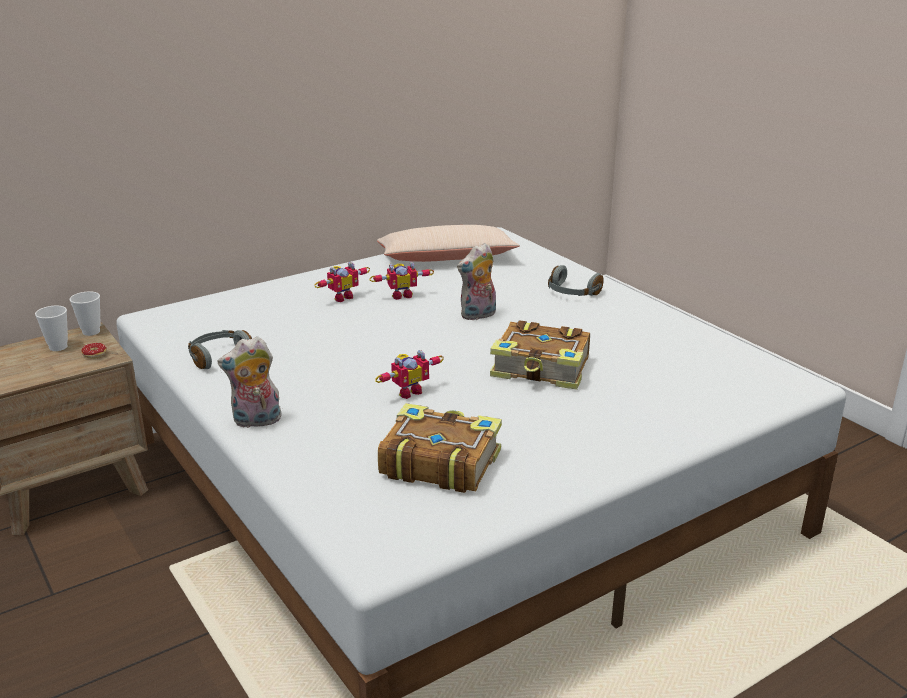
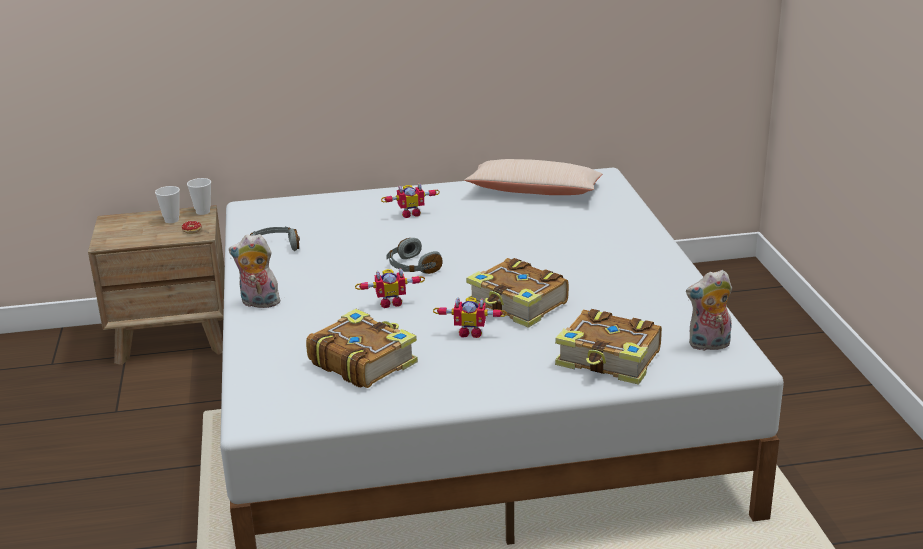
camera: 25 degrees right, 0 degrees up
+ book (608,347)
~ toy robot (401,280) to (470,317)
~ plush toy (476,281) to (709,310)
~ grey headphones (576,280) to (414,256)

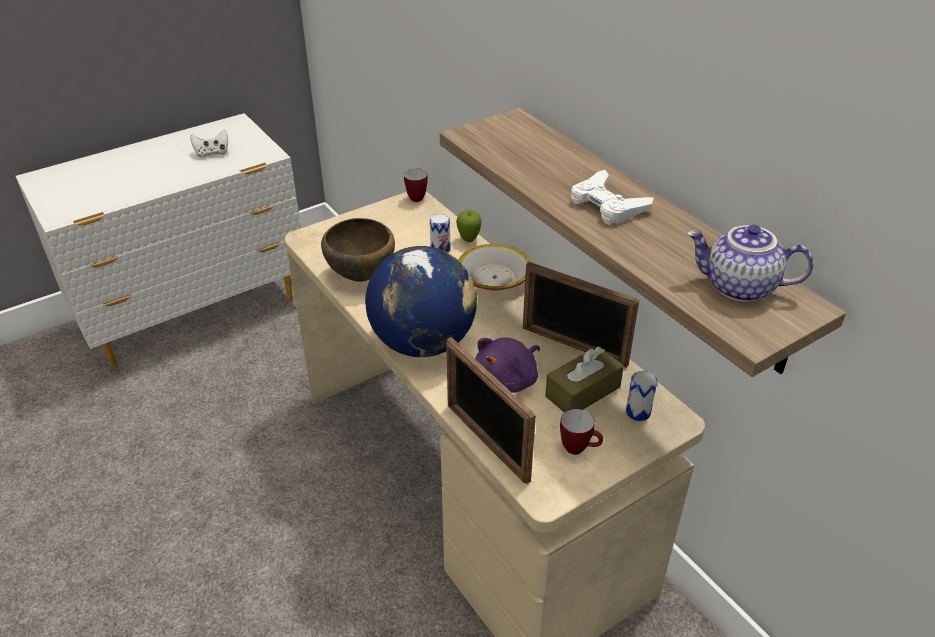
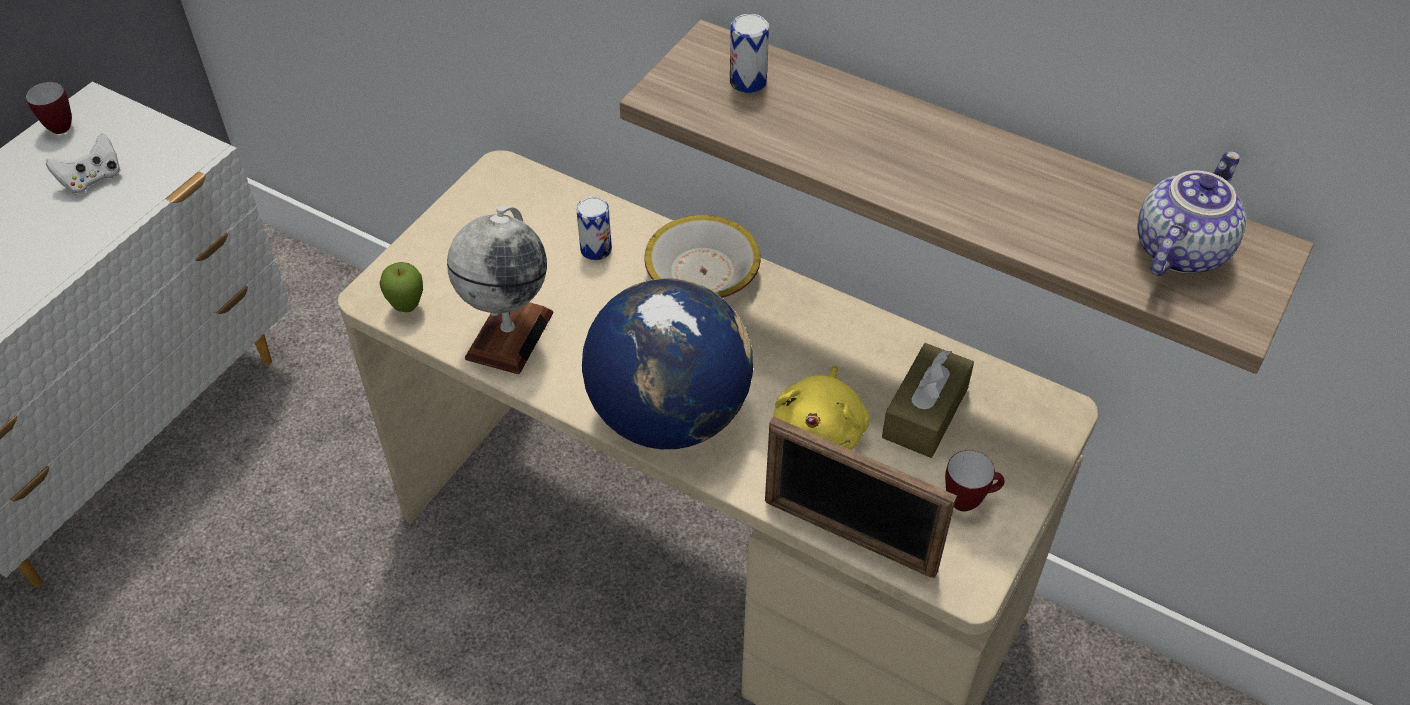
camera: 25 degrees left, 10 degrees up
- picture frame (581,315)
- white game controller (612,197)
~ mug (416,185) to (49,108)
~ apple (469,226) to (401,287)
~ can (641,396) to (749,53)
~ brown bowl (358,250) to globe (500,289)
~ purple plush toy (507,365) to yellow plush toy (821,408)
~ teapot (750,263) = (1191,213) 135 degrees clockwise

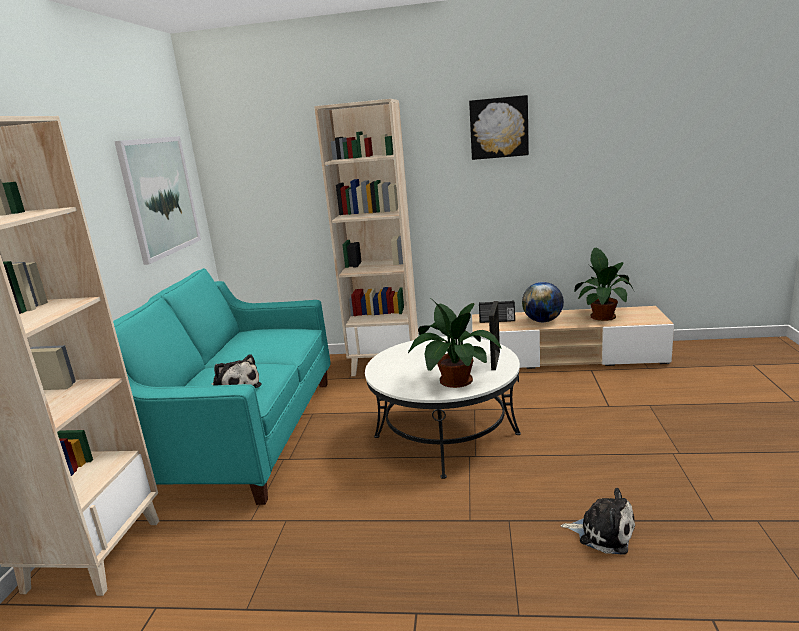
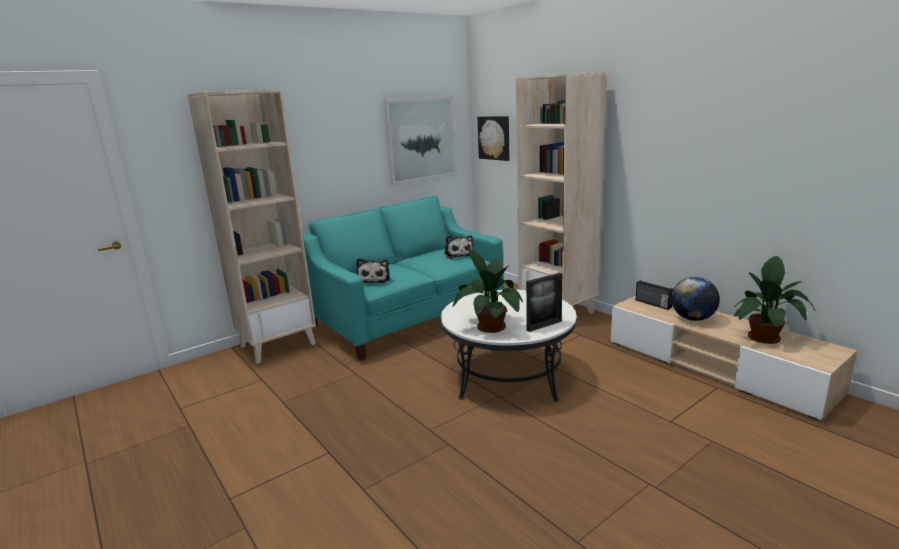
camera: 45 degrees right, 0 degrees up
~ picture (499,127) to (493,138)
~ plush toy (598,521) to (459,247)

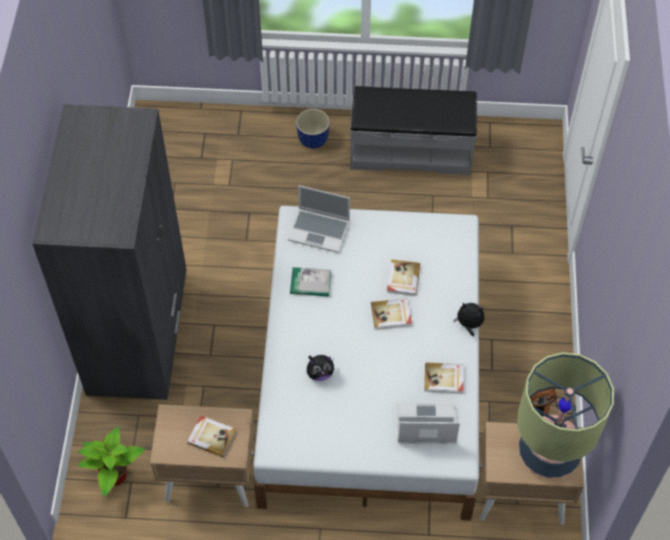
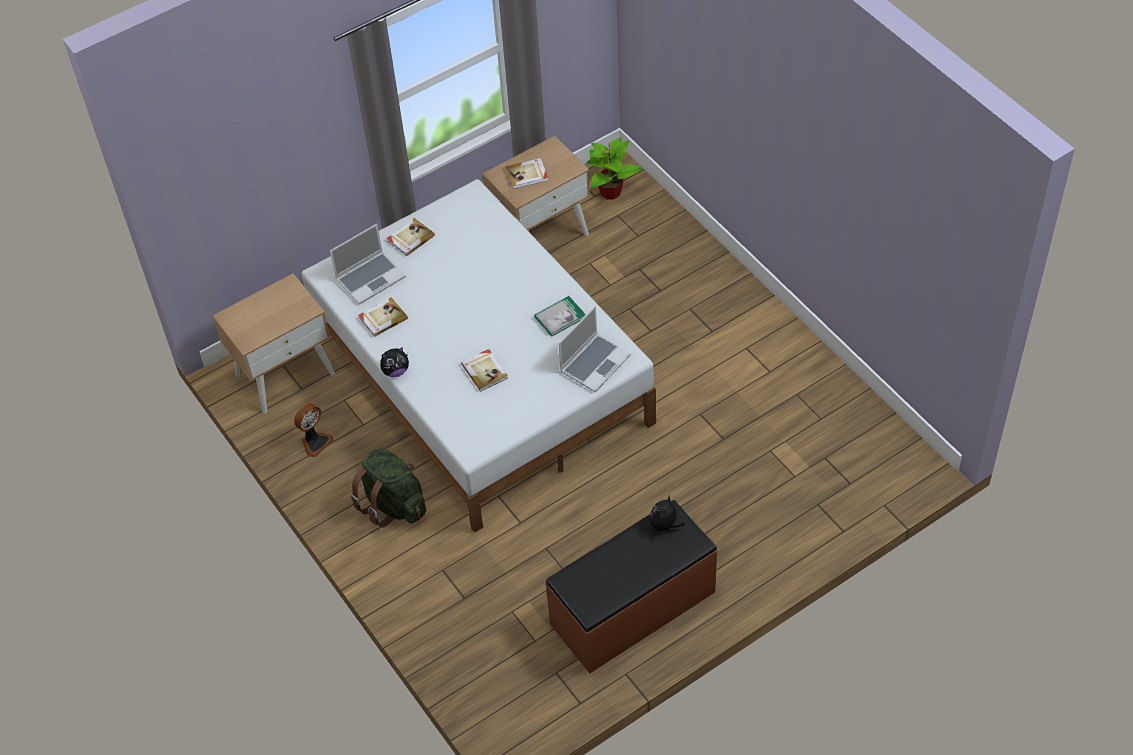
camera: 145 degrees right, 5 degrees down
- grey wardrobe (109,252)
- planter (313,128)
- table lamp (565,415)
+ green backpack (388,488)
~ plush toy (320,368) to (667,515)
~ book (391,313) to (411,237)
~ grey bench (413,130) to brown bench (631,586)
~ laptop (319,219) = (595,349) 150 degrees clockwise

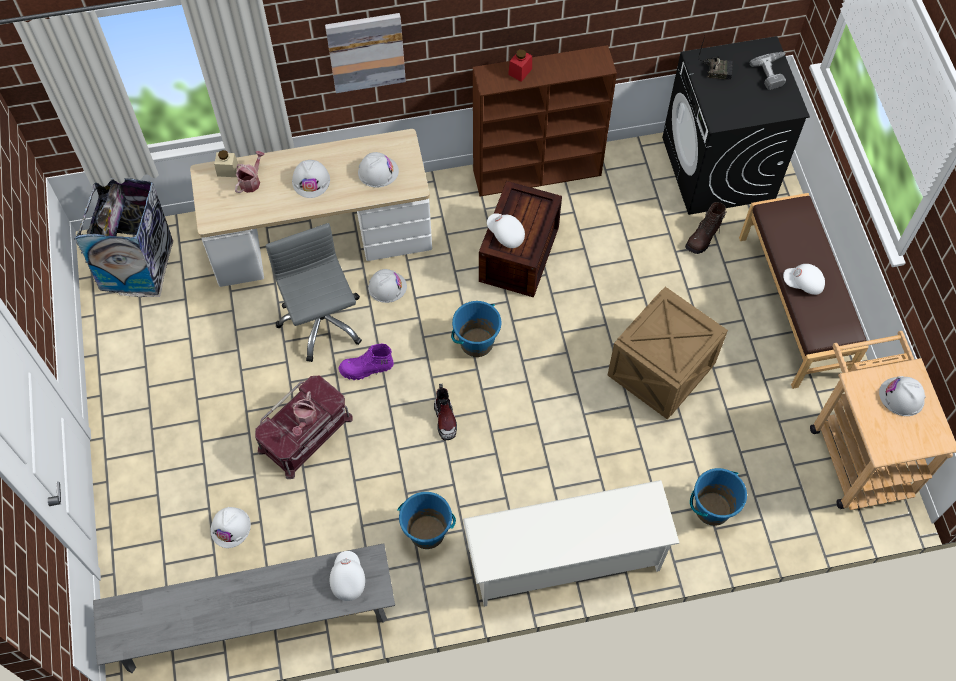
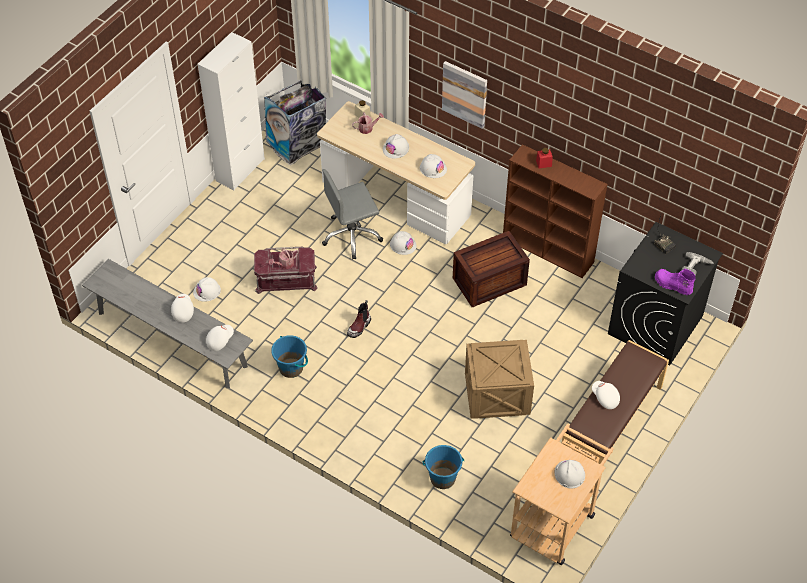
camera: 45 degrees right, 10 degrees down
- blue bucket (476,329)
- white shoe rack (571,543)
- brown boot (705,228)
+ white cabinet (231,111)
~ purple boot (366,361) to (675,282)
~ white cap (506,230) to (182,308)
~ grey office chair (313,292) = (352,214) 135 degrees counterclockwise

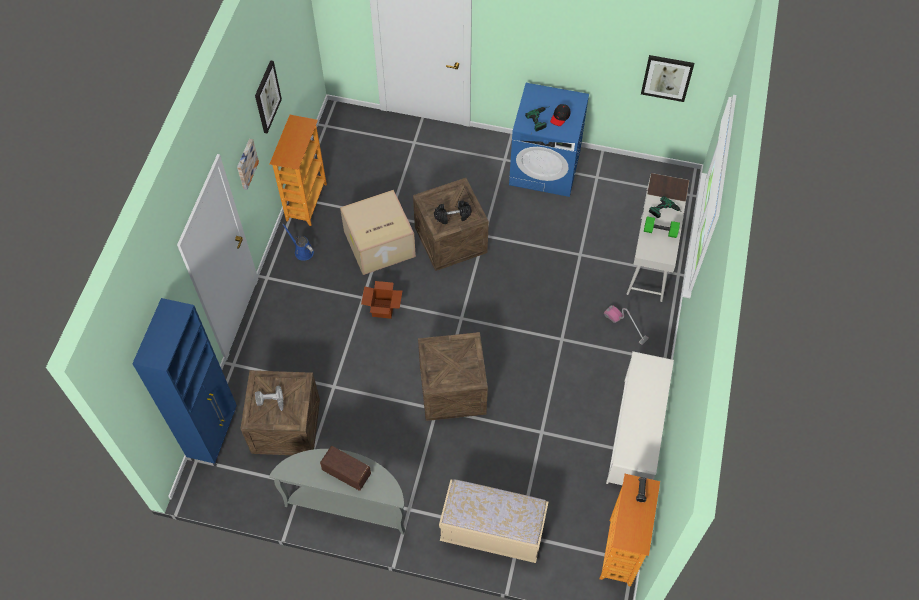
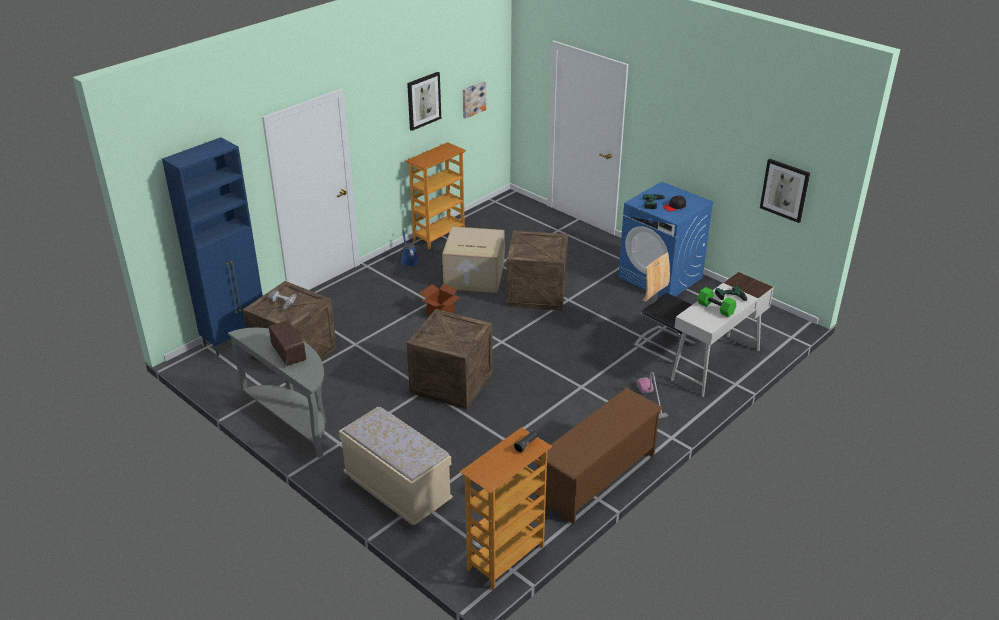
camera: 30 degrees right, 25 degrees down
- black dumbbell (453,212)
+ chair (667,307)
~ picture (248,164) to (474,100)
~ white shoe rack (640,418) to brown shoe rack (600,456)

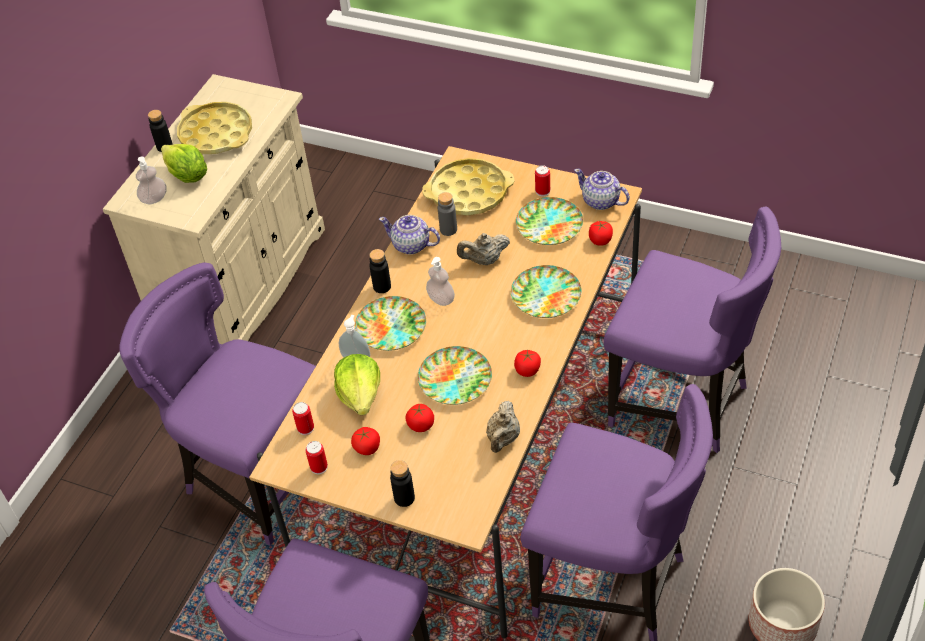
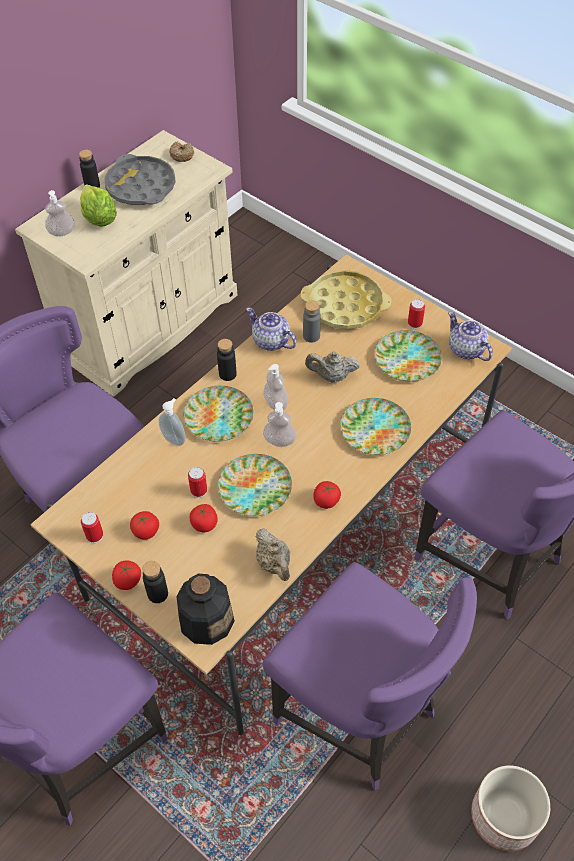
camera: 15 degrees right, 5 degrees up
- lettuce (357,384)
+ donut (181,151)
+ bottle (206,609)
+ soap dispenser (279,424)
~ can (303,418) to (197,482)
~ tomato (601,233) to (126,575)
~ yellow tray (214,128) to grey tray (140,179)
~ beige teapot (503,427) = (272,554) 60 degrees counterclockwise

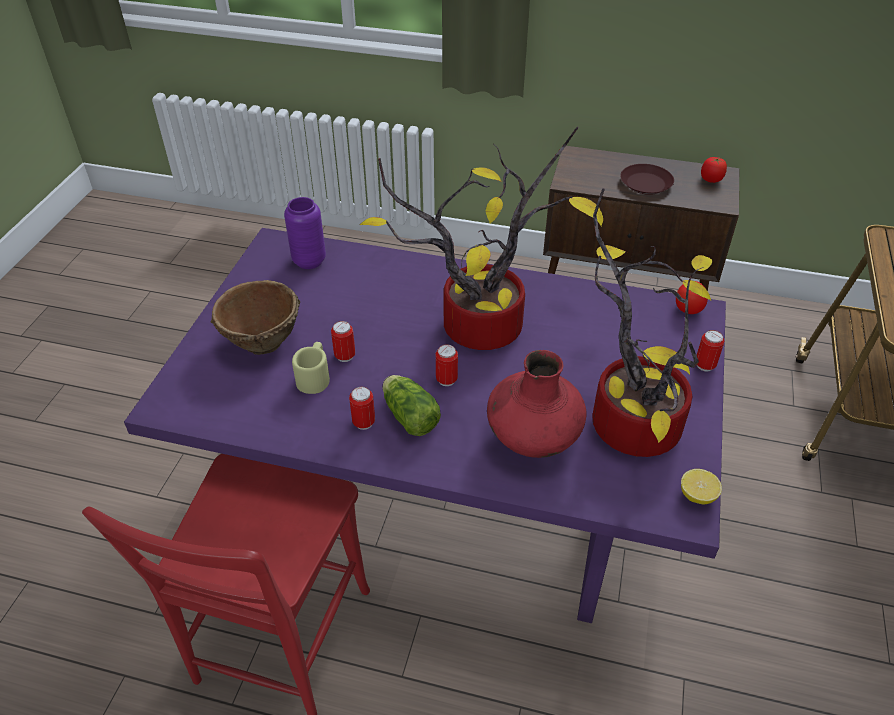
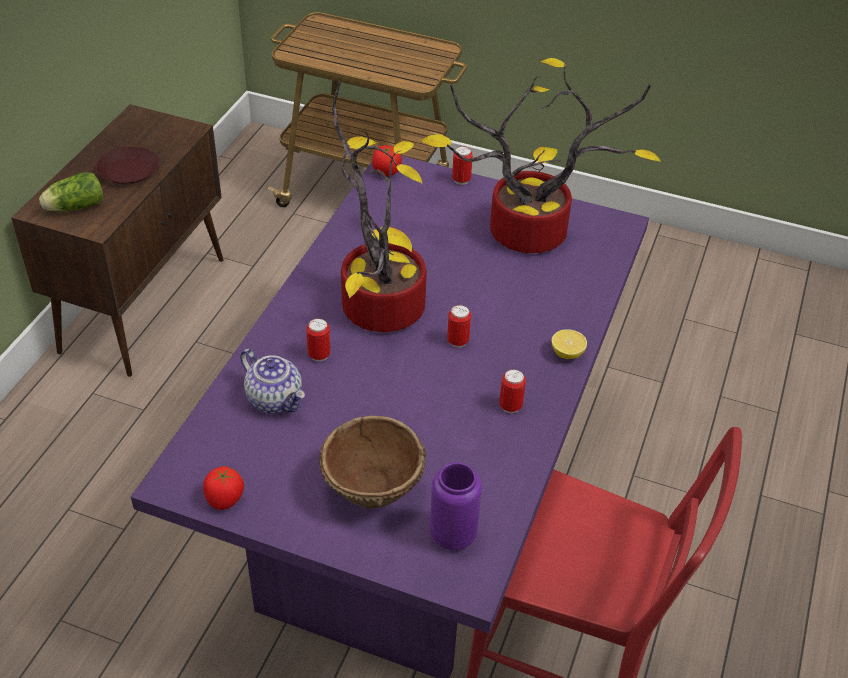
camera: 85 degrees left, 0 degrees up
- beige mug (311,368)
- red vase (537,404)
+ teapot (272,381)
~ purple vase (305,233) to (456,506)
~ can (343,341) to (318,340)
~ lettuce (412,405) to (71,192)
~ lemon (701,486) to (569,344)
~ tomato (714,170) to (223,488)

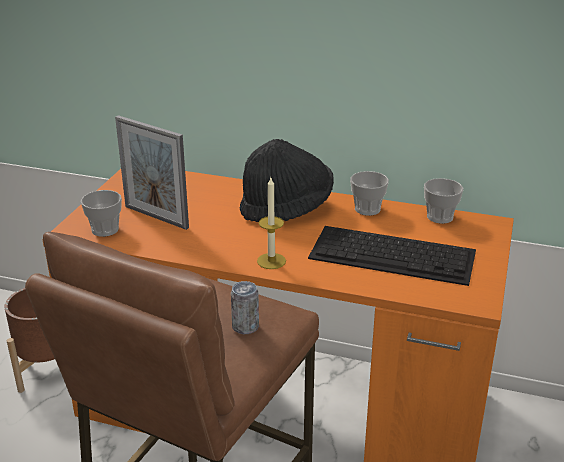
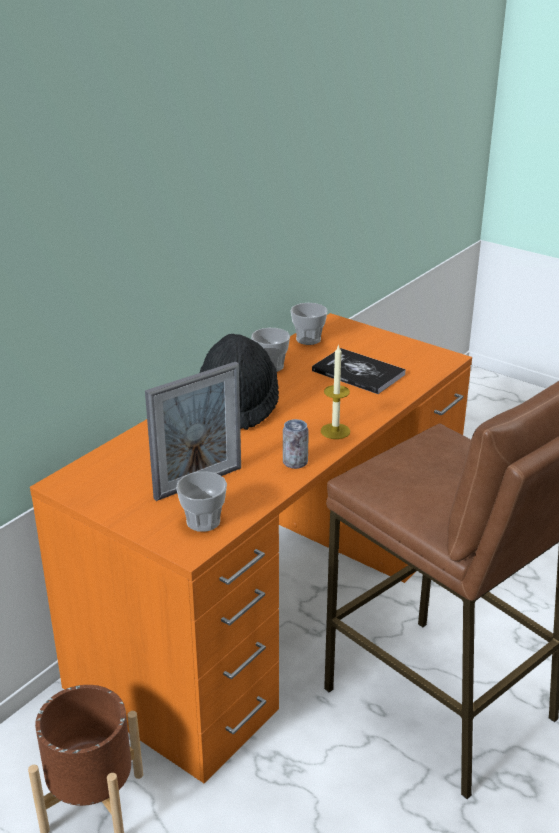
camera: 70 degrees left, 0 degrees up
~ can (245,307) to (296,444)
~ keyboard (392,256) to book (359,371)

